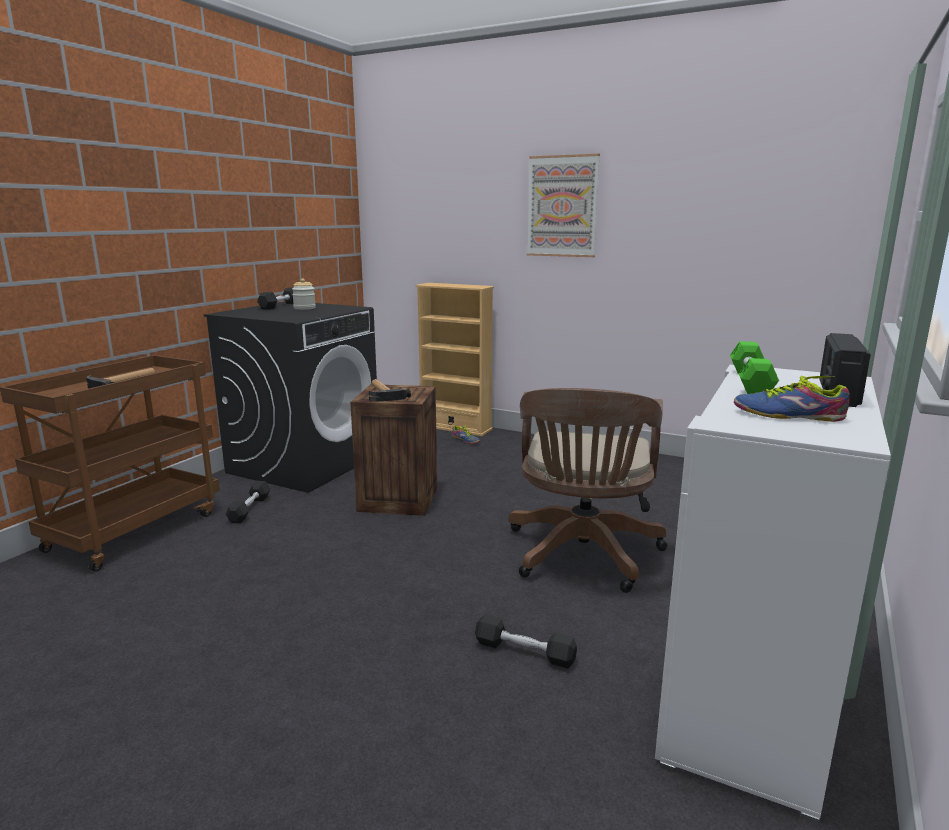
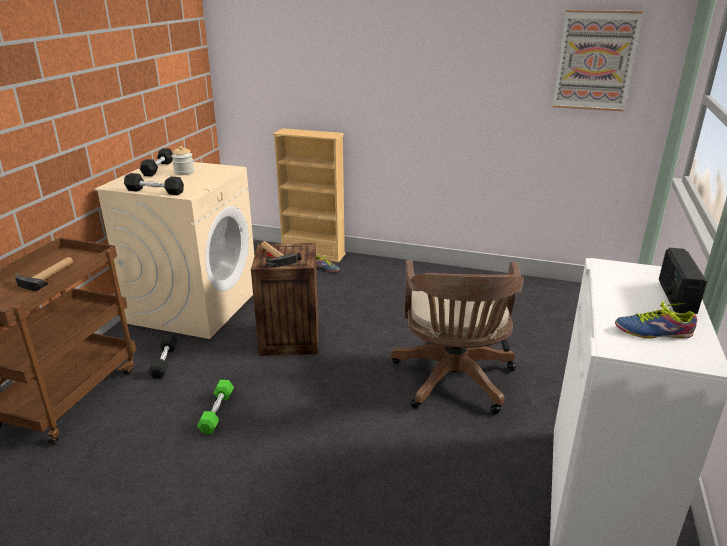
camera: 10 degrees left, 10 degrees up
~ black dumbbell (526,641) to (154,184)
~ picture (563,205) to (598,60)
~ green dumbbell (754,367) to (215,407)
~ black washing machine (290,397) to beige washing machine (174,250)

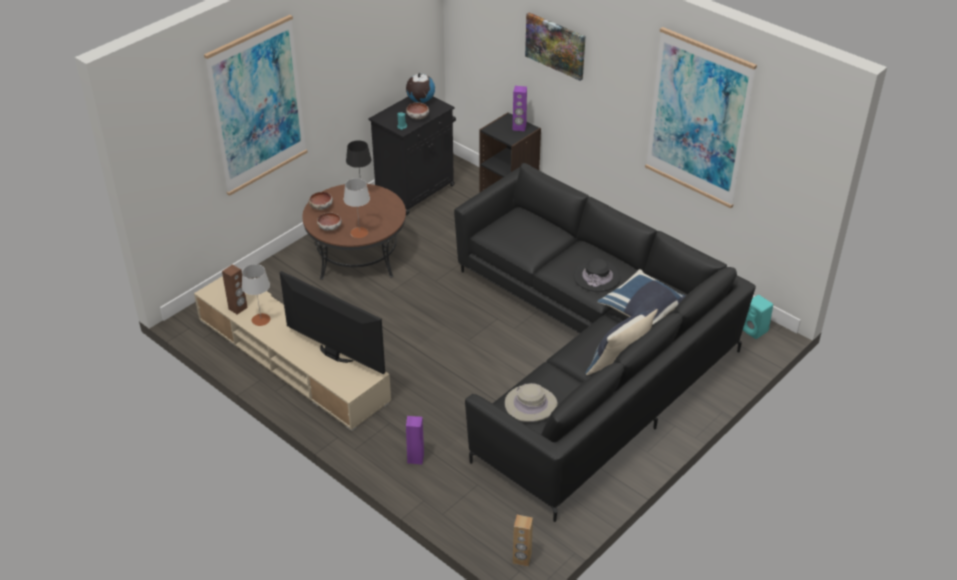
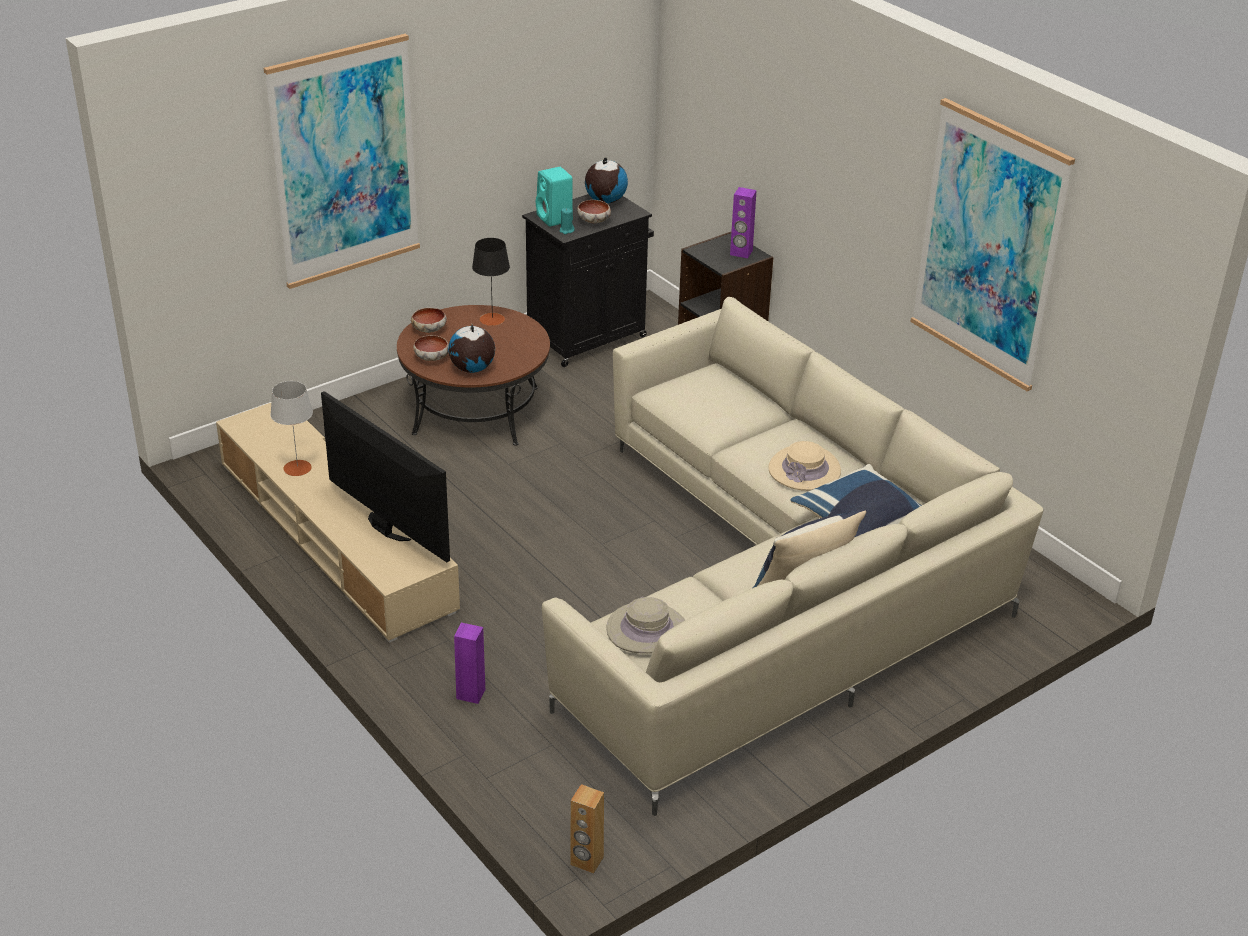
camera: 10 degrees right, 5 degrees down
- brown speaker (235,290)
- picture (555,46)
~ turquoise speaker (758,317) to (554,197)
~ grey table lamp (356,208) to globe (471,348)
~ black sofa (605,342) to beige sofa (792,556)
~ black hat (597,275) to beige hat (804,466)

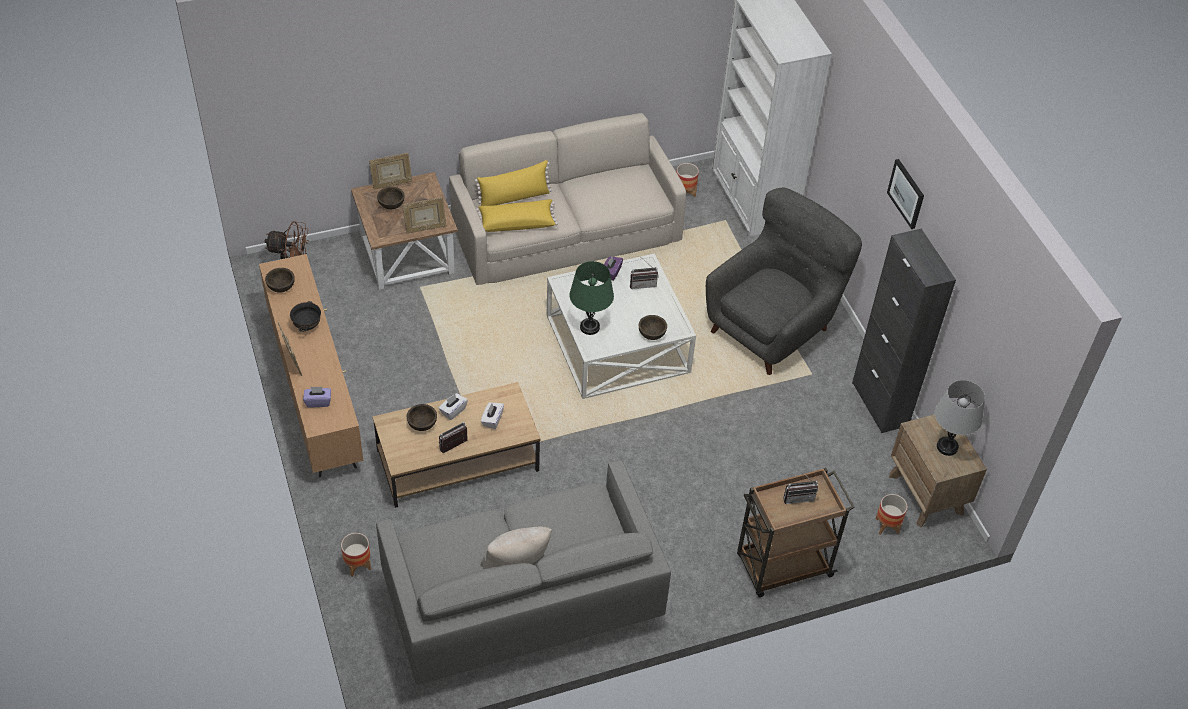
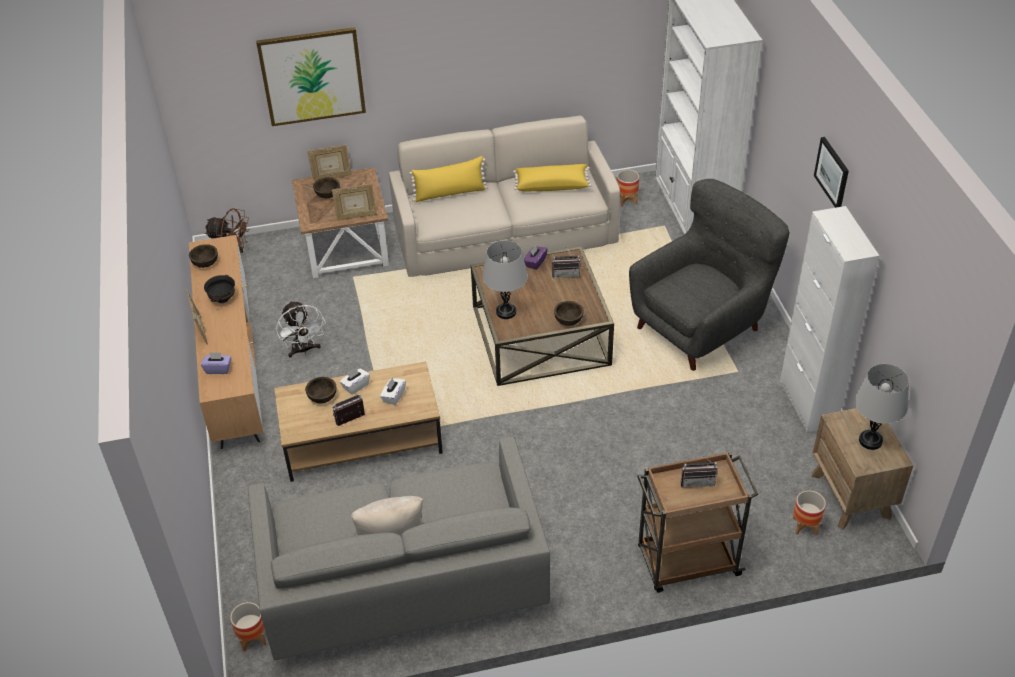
camera: 10 degrees right, 5 degrees down
+ picture (311,76)
+ white fan (301,329)
~ planter (356,555) to (248,627)
~ yellow pillow (517,215) to (552,177)
~ white coffee table (621,326) to brown coffee table (542,316)
~ green table lamp (591,298) to grey table lamp (505,279)
~ black cabinet (904,331) to white cabinet (829,319)

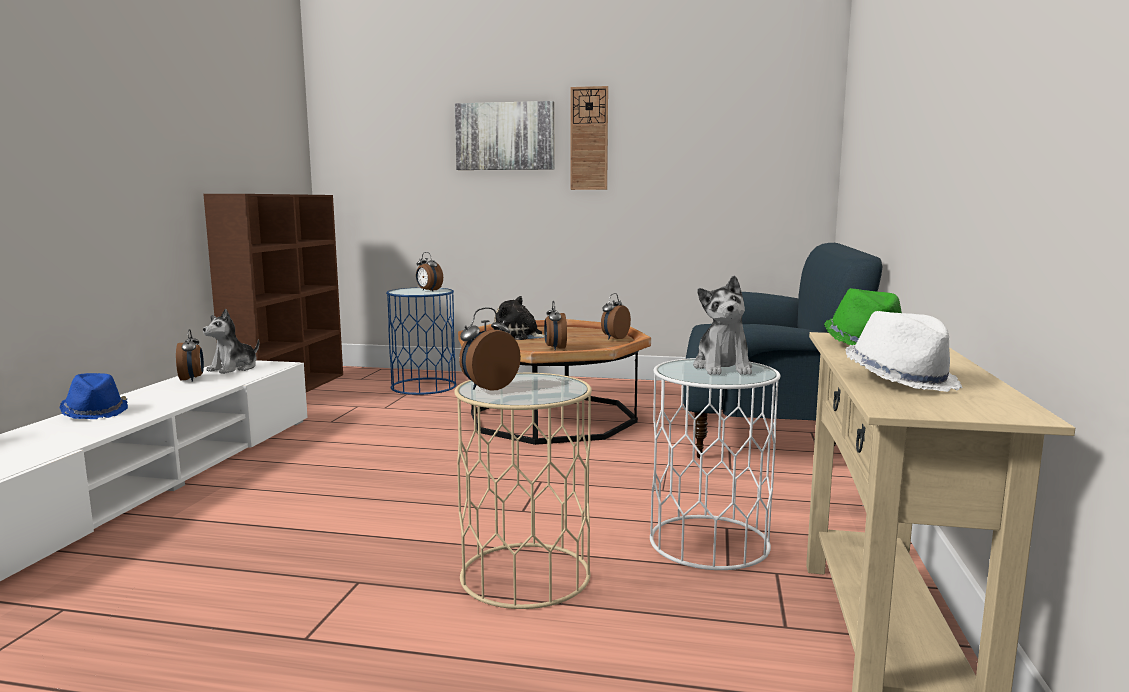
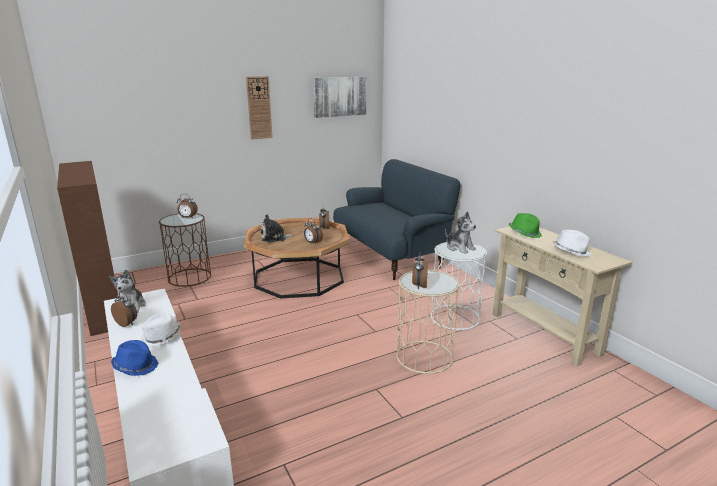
camera: 40 degrees left, 10 degrees up
+ white hat (161,330)
~ picture (504,135) to (340,97)
~ blue side table (421,341) to brown side table (185,250)

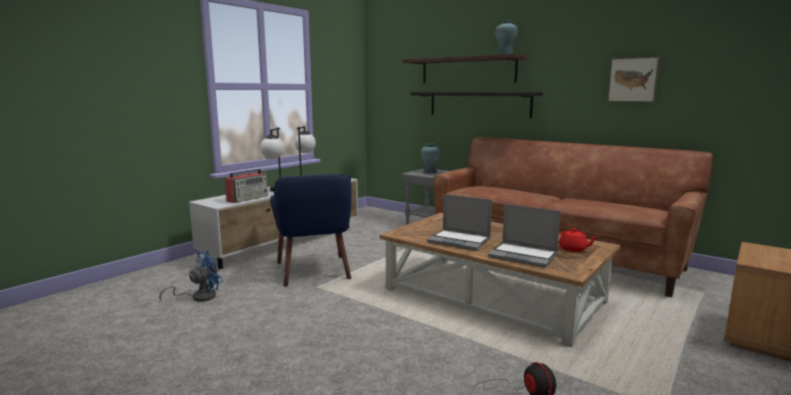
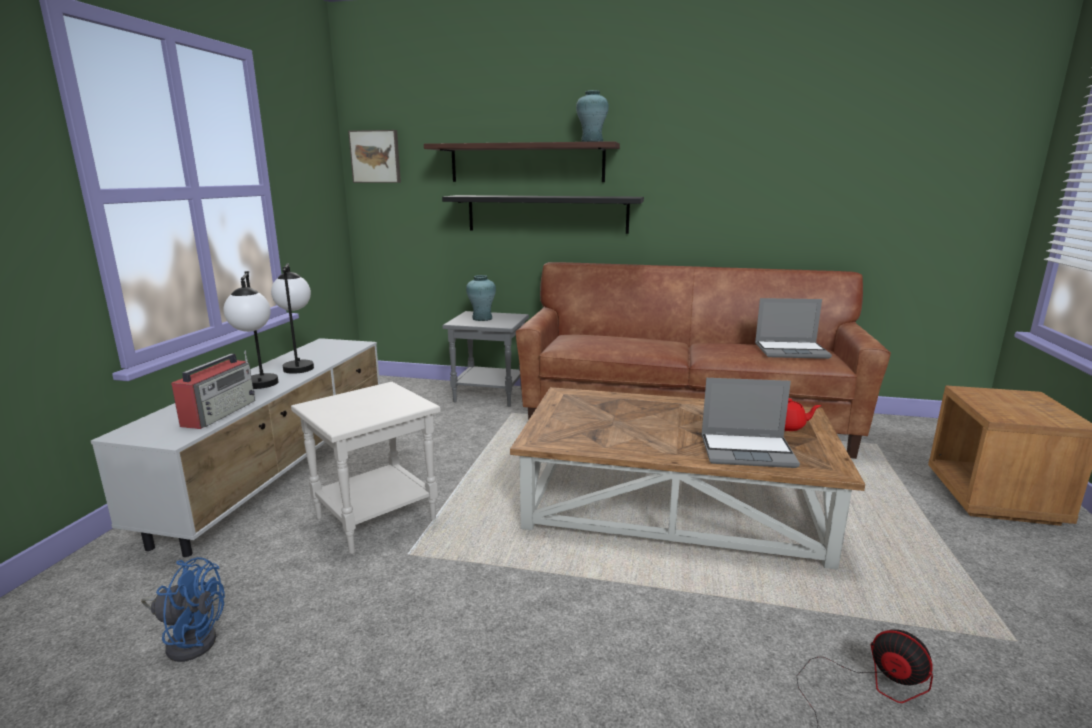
camera: 25 degrees left, 5 degrees up
~ laptop (459,222) to (793,328)
~ picture (633,79) to (374,156)
~ blue armchair (311,230) to white side table (366,468)
~ blue fan (191,276) = (183,609) 75 degrees clockwise

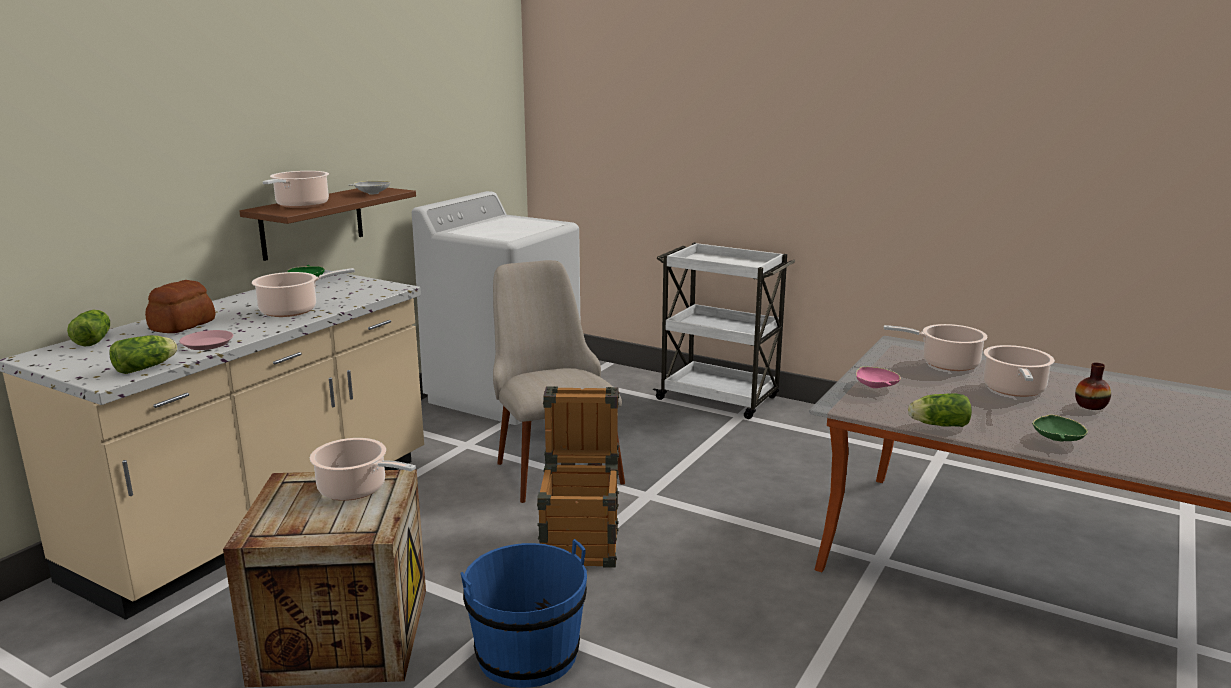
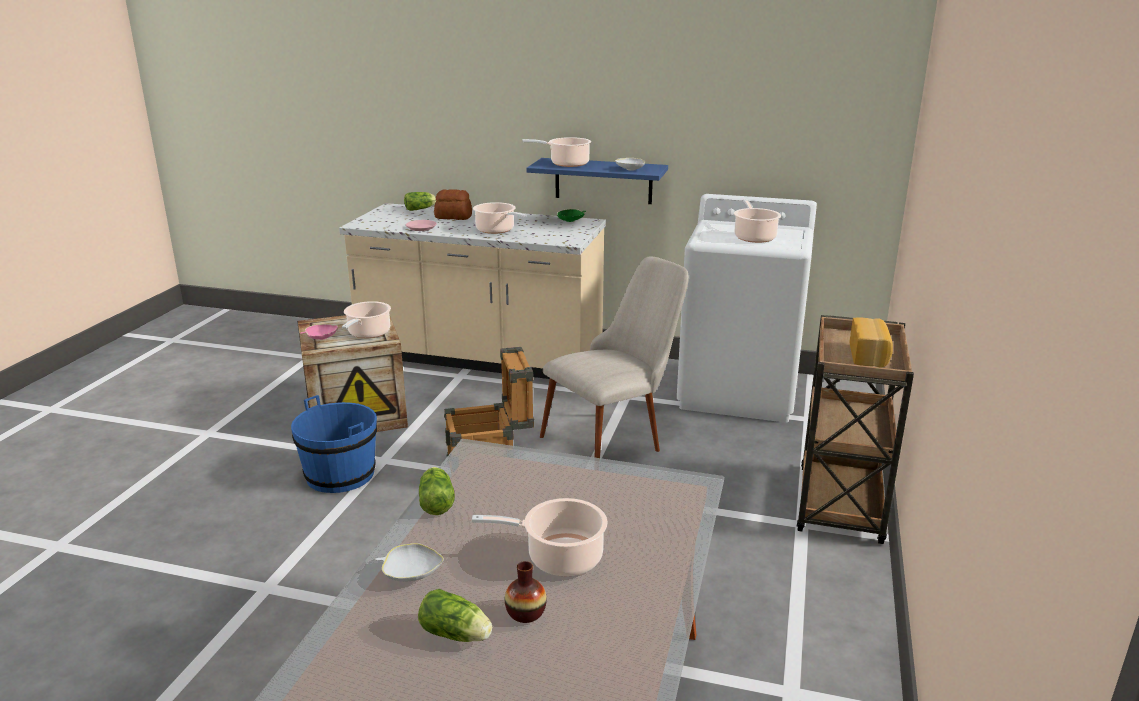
camera: 75 degrees right, 5 degrees up
+ bread (871,342)
~ lettuce (143,354) to (455,615)
~ pink bowl (878,377) to (319,332)
~ cooking pot (936,347) to (757,221)
~ brown shelf (327,224) to blue shelf (597,181)
~ white cart (724,331) to brown cart (855,429)
~ green bowl (1060,427) to white bowl (409,562)

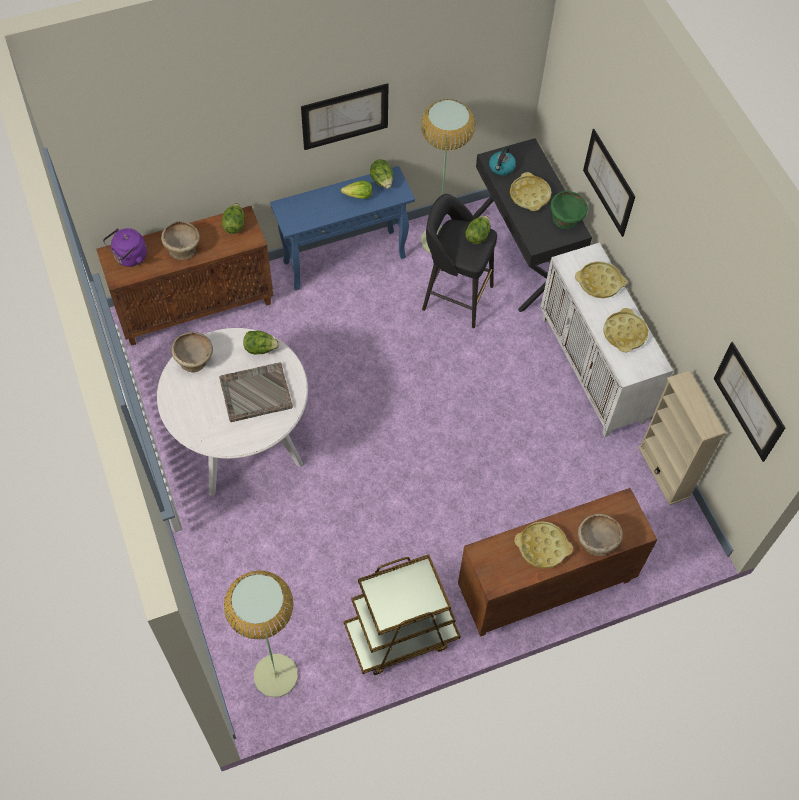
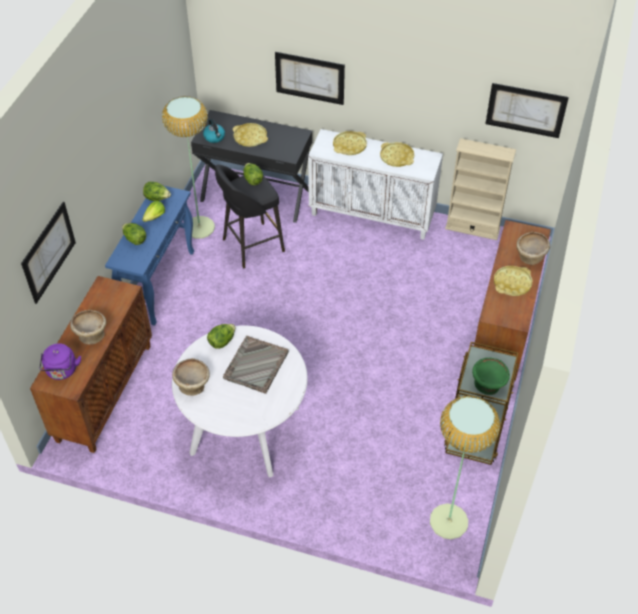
camera: 50 degrees left, 10 degrees down
~ lettuce (233,218) to (134,234)
~ picture (345,116) to (48,253)
~ green bowl (569,210) to (491,376)

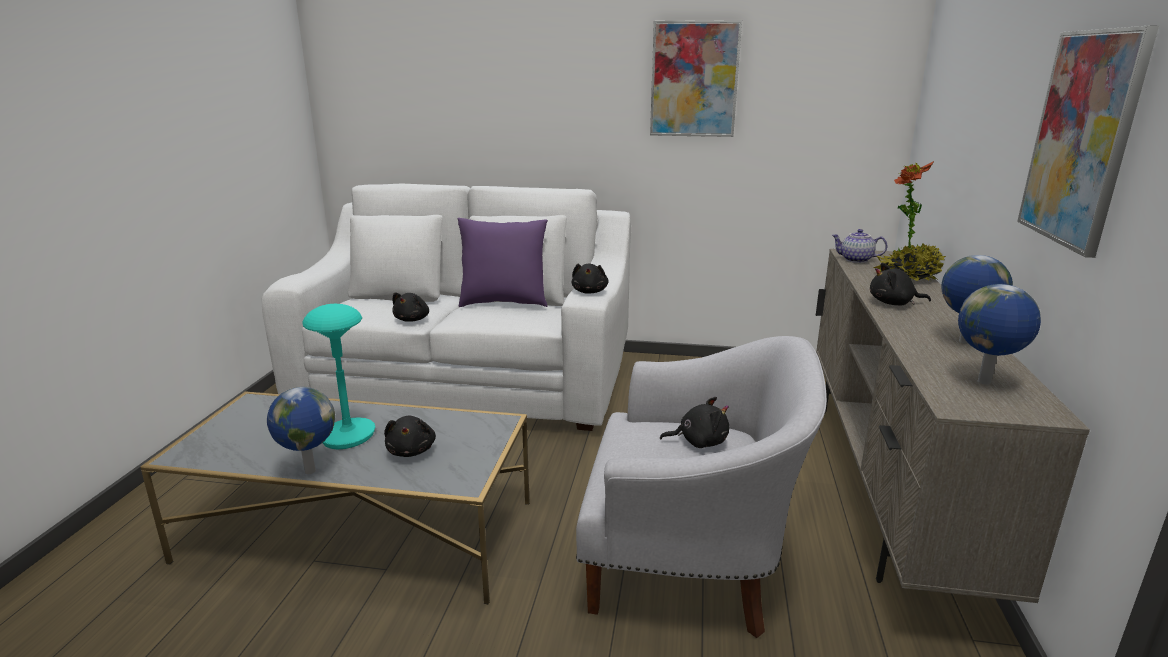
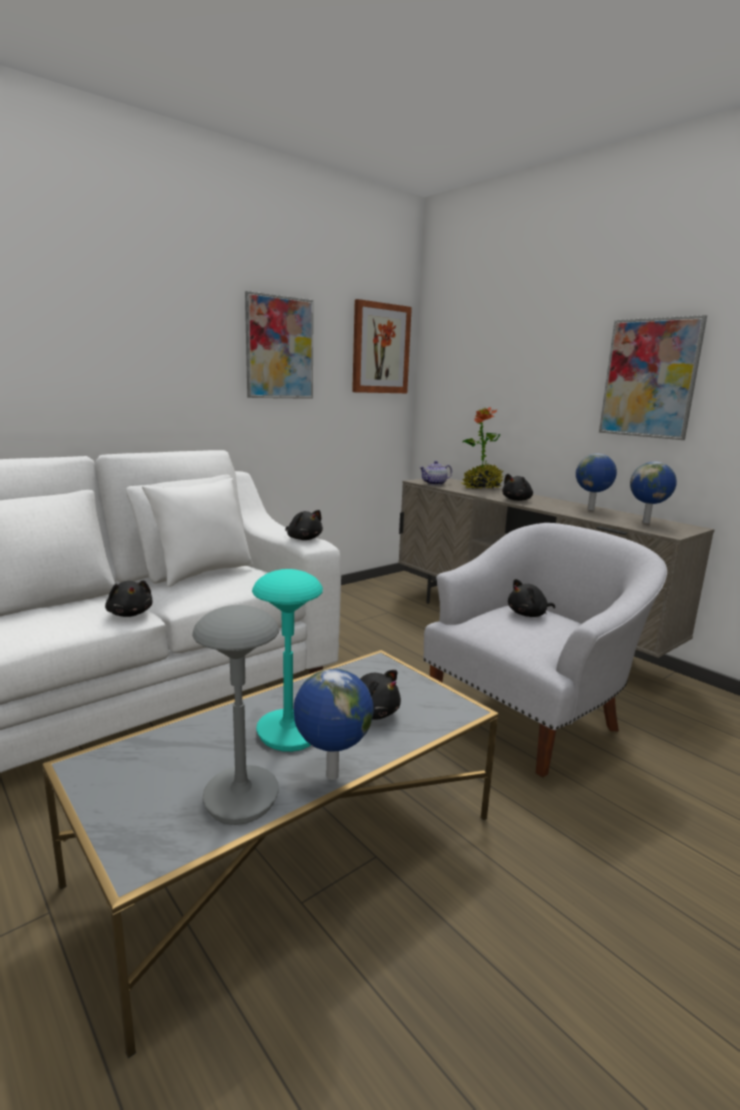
camera: 50 degrees left, 5 degrees down
+ grey table lamp (235,715)
+ picture (382,346)
~ purple pillow (503,262) to white pillow (198,532)
~ black plush toy (694,422) = (531,598) 150 degrees counterclockwise

